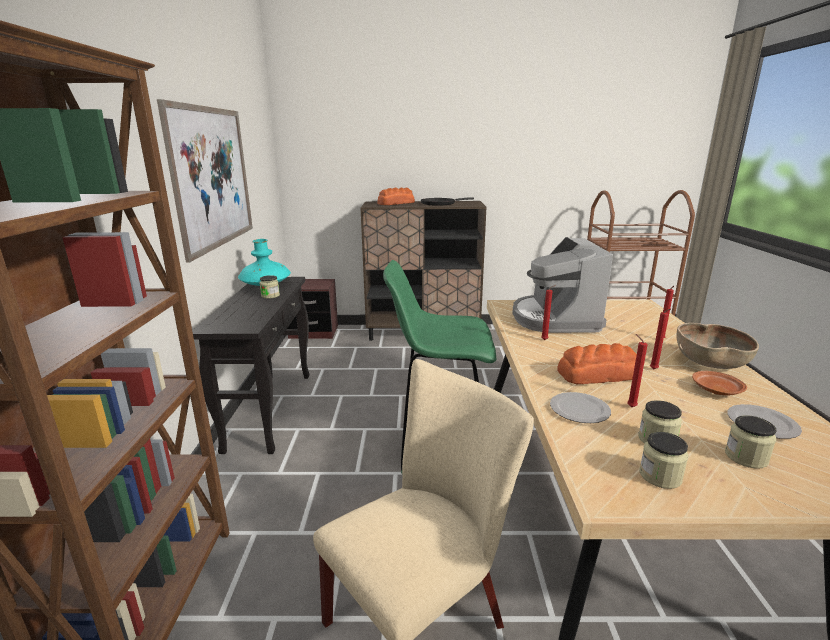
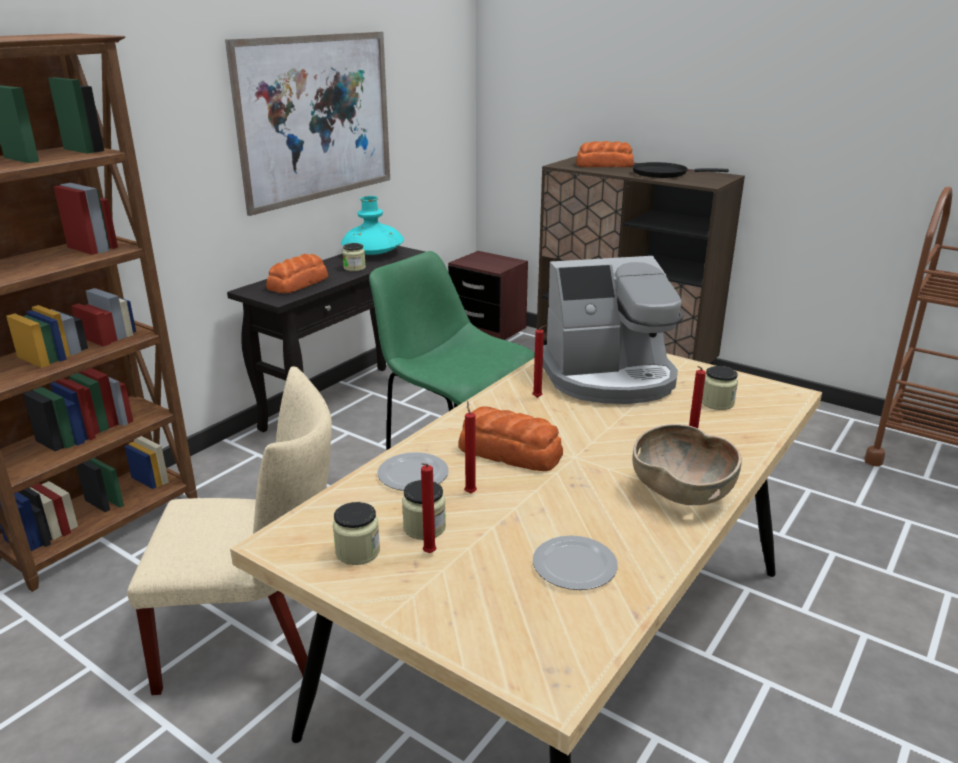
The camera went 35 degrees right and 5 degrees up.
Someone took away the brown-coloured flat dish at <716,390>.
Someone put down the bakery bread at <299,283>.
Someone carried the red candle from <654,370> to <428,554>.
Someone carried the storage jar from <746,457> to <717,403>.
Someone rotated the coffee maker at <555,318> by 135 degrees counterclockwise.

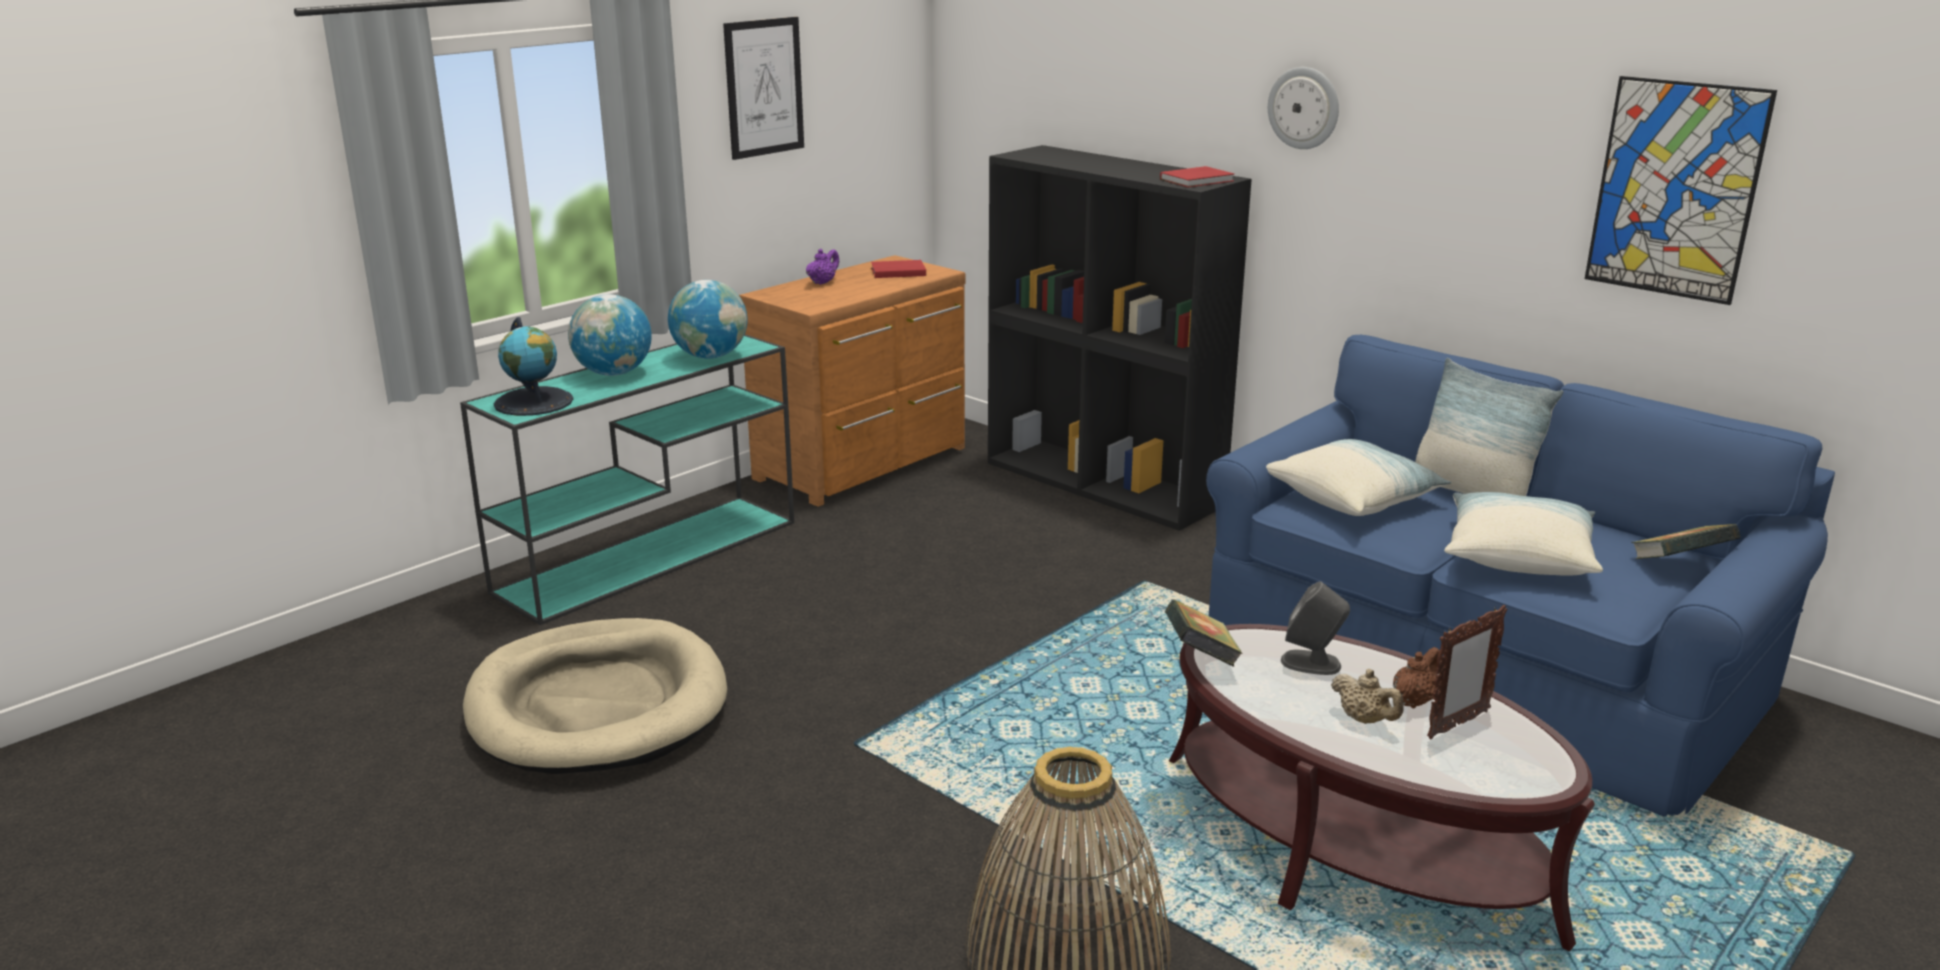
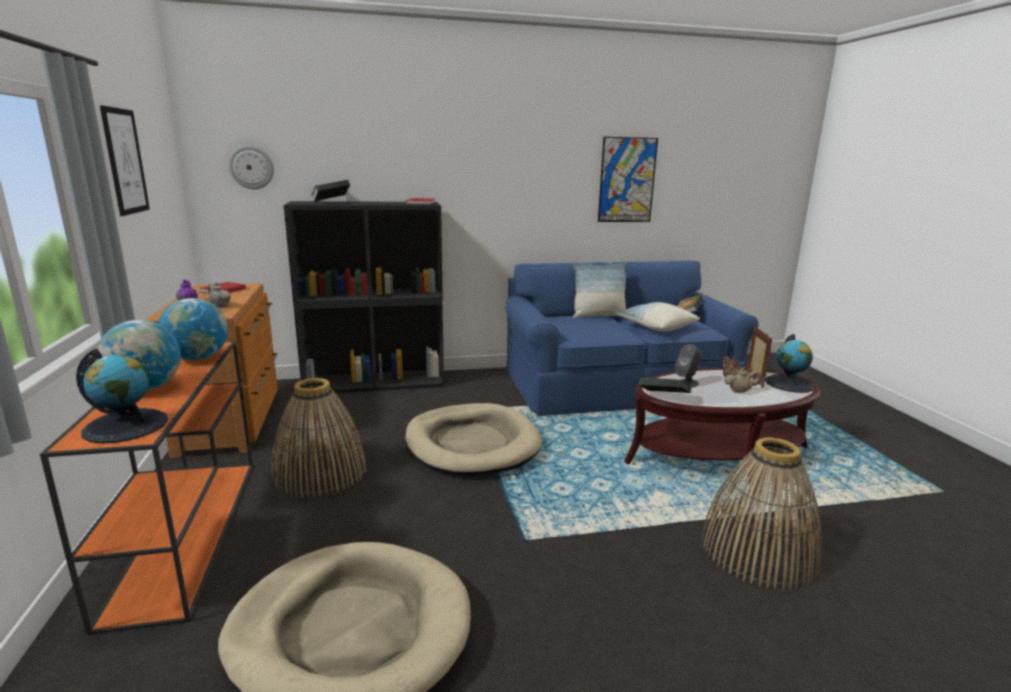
The camera went 55 degrees left and 5 degrees down.
Someone took away the cushion at <1353,498>.
Someone put down the beige-coloured tea pot at <220,306>.
Someone put down the household basket at <320,472>.
Someone put down the bound book at <331,202>.
Someone put down the beige-coloured dog bed at <472,444>.
Someone put down the desk globe at <789,383>.
Someone carried the wall clock from <1304,108> to <251,167>.
Someone repainted the turquoise console table at <651,555>, which became the orangey console table at <187,531>.

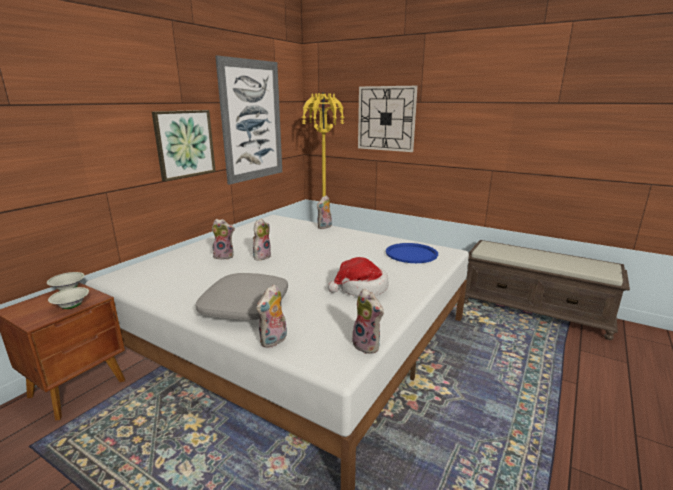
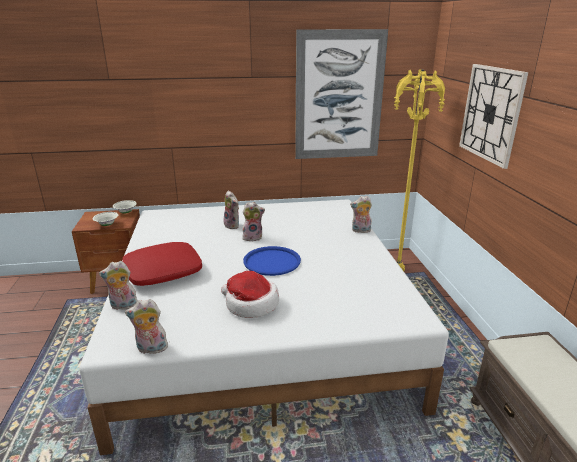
The camera went 50 degrees right and 5 degrees up.
Someone took away the wall art at <184,144>.
Someone carried the blue tray from <411,254> to <272,261>.
Someone repainted the gray cushion at <244,305>, which became the red cushion at <163,271>.
Someone rotated the plush toy at <368,345> by 75 degrees clockwise.

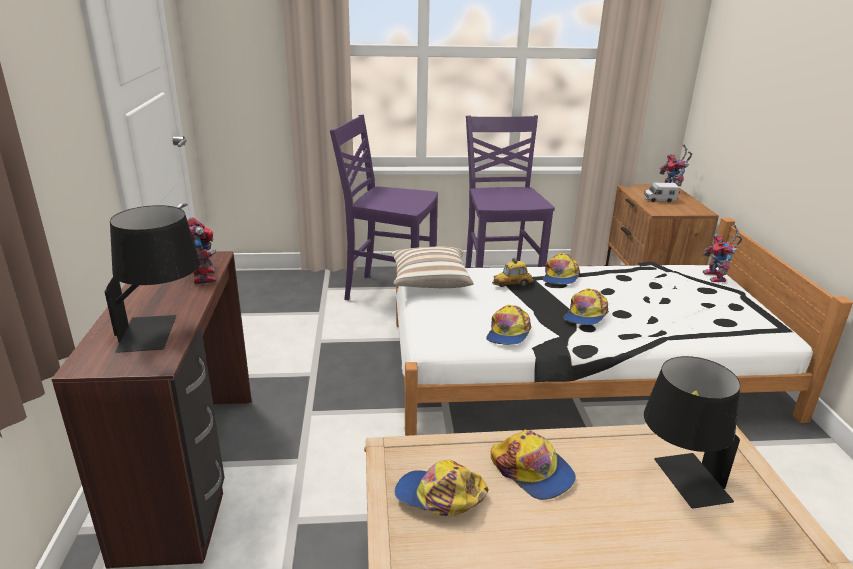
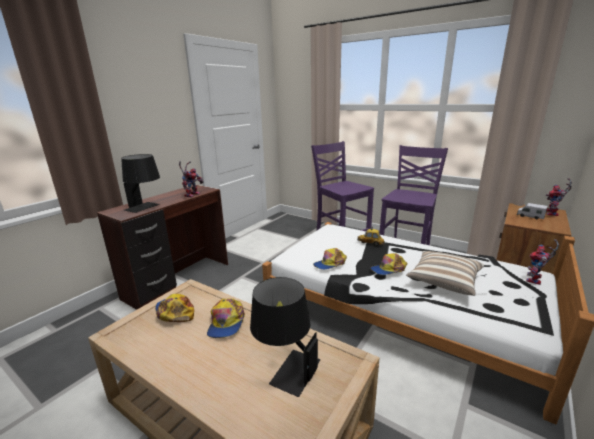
The camera went 40 degrees right and 5 degrees down.
Someone took away the baseball cap at <560,276>.
Someone carried the cushion from <429,281> to <444,281>.

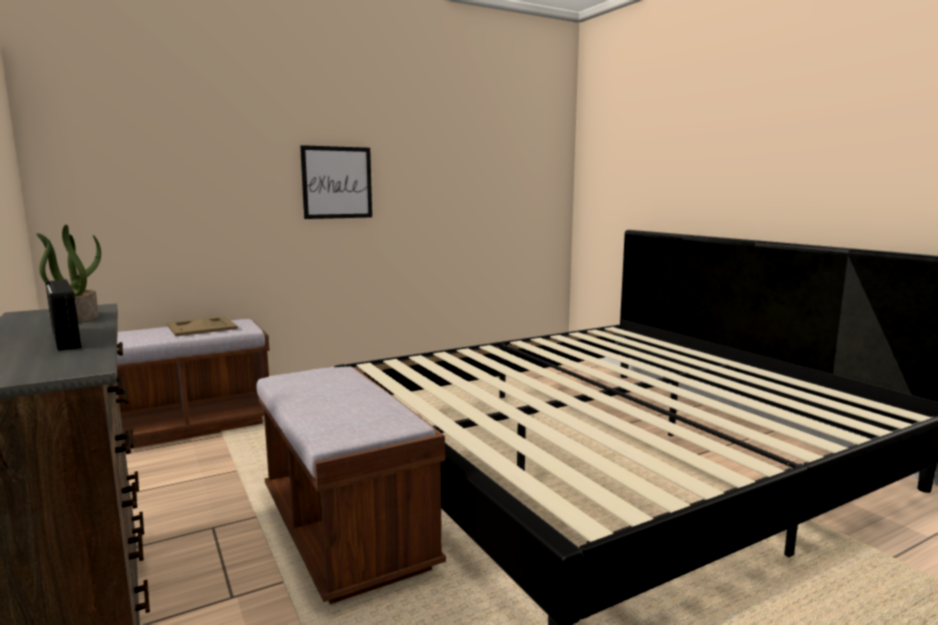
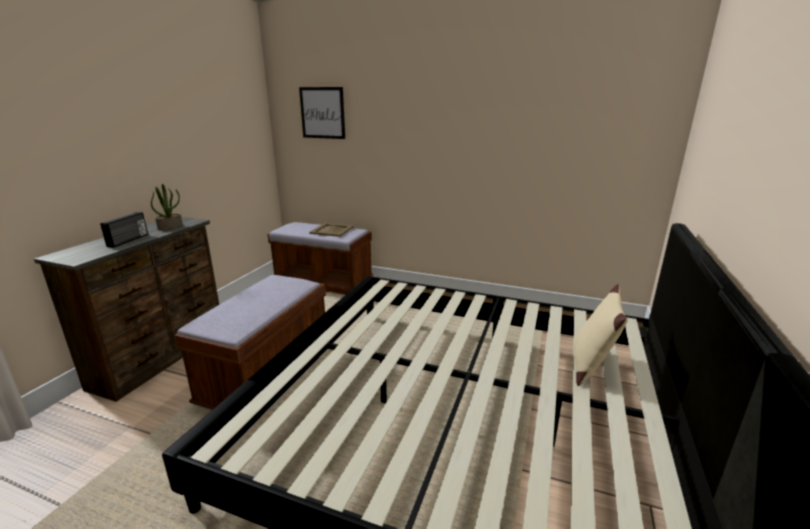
The camera went 50 degrees right and 10 degrees up.
Someone put down the beige-coloured cushion at <591,365>.
Someone carried the wall art from <337,182> to <322,113>.

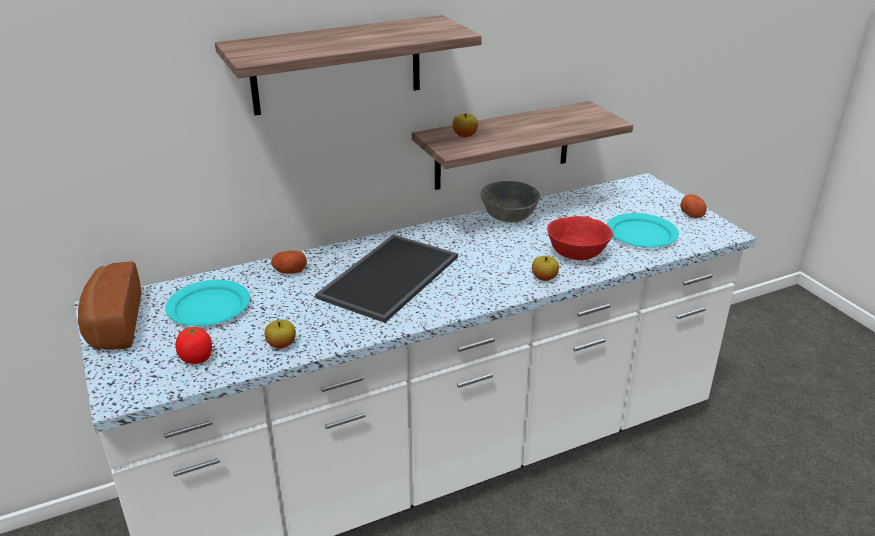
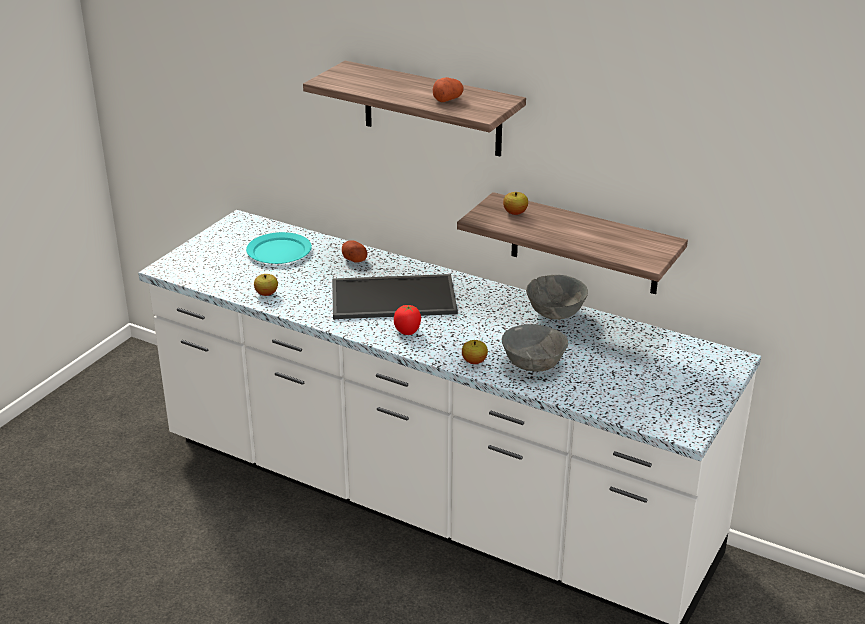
The camera went 55 degrees right and 0 degrees up.
Someone took away the bakery bread at <112,324>.
Someone took away the turquoise flat dish at <641,234>.
Someone carried the fresh tomato from <197,359> to <407,331>.
Someone carried the whole potato from <691,213> to <447,99>.
Someone repainted the red deep dish at <576,254>, which became the gray deep dish at <533,364>.

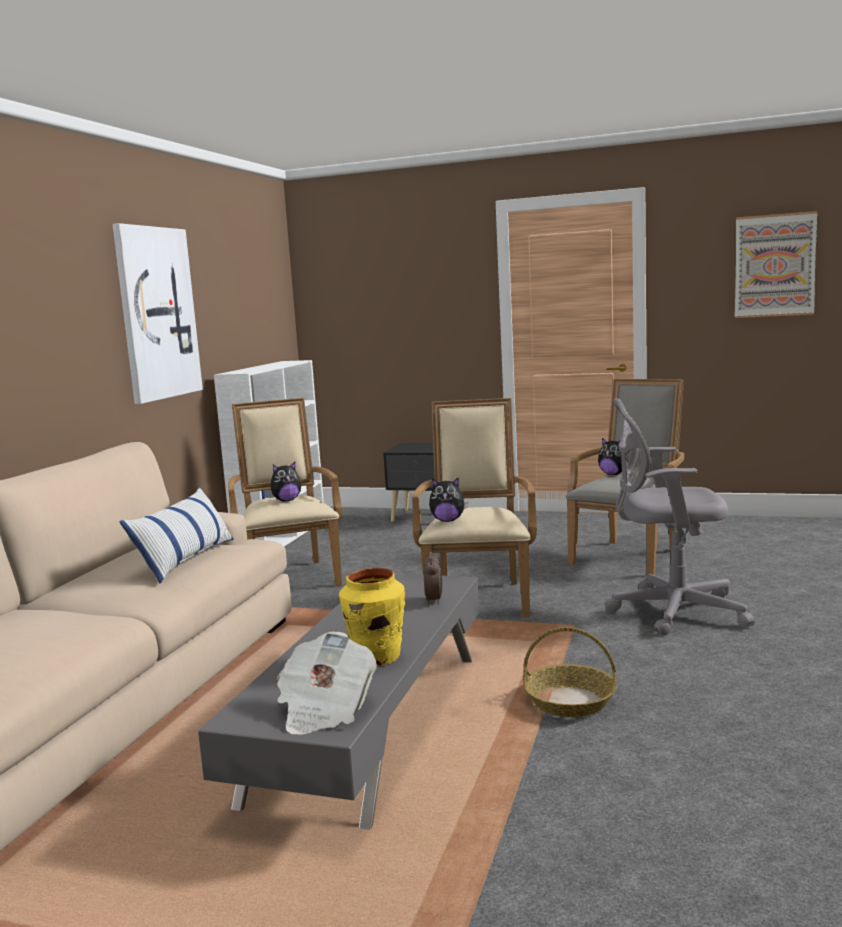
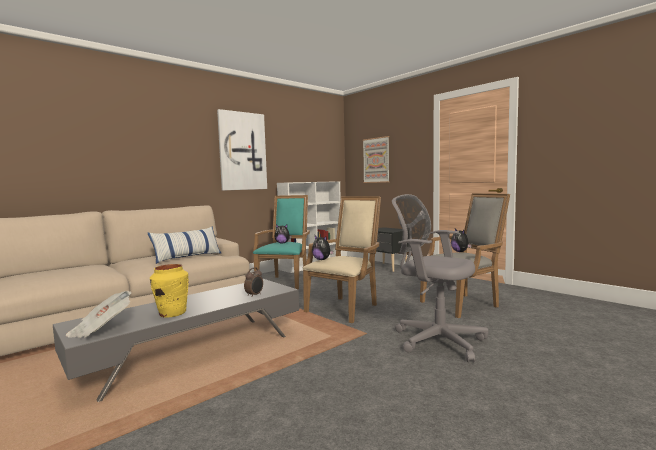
The camera went 30 degrees right and 5 degrees down.
Someone took away the household basket at <570,701>.
Someone carried the wall art from <774,265> to <376,160>.
Someone repainted the beige-coloured lounge chair at <290,576>, which became the turquoise lounge chair at <285,281>.

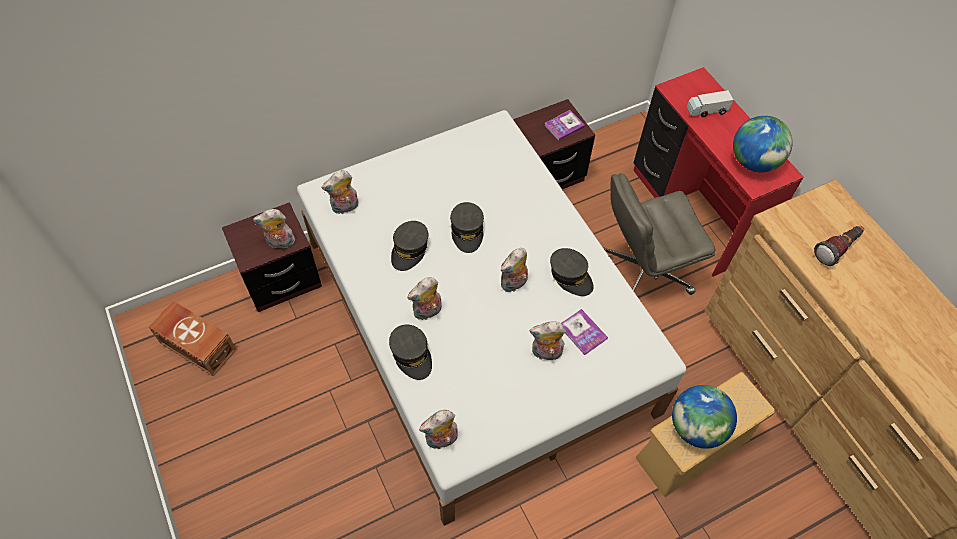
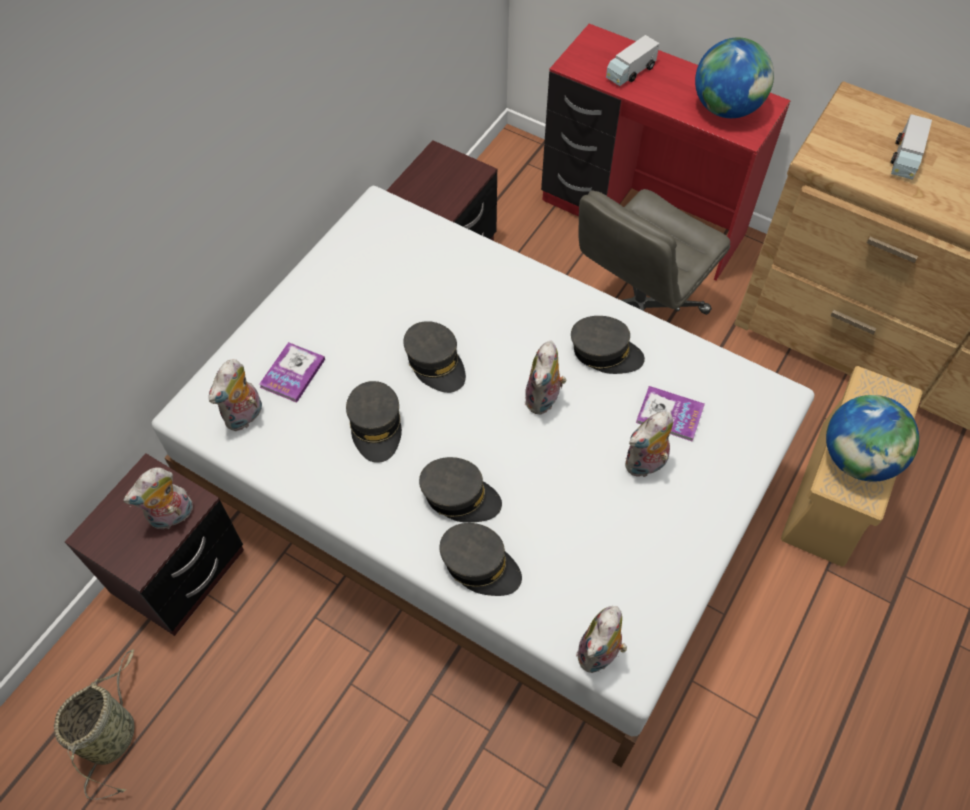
The camera went 30 degrees left and 0 degrees up.
Someone carried the bound book from <564,126> to <292,373>.
Someone swapped the brown-coloured storage bin at <198,344> for the household basket at <113,733>.
Someone swapped the plush toy at <427,312> for the gray baseball cap at <460,496>.
Someone swapped the hand torch at <837,249> for the toy lorry at <905,159>.

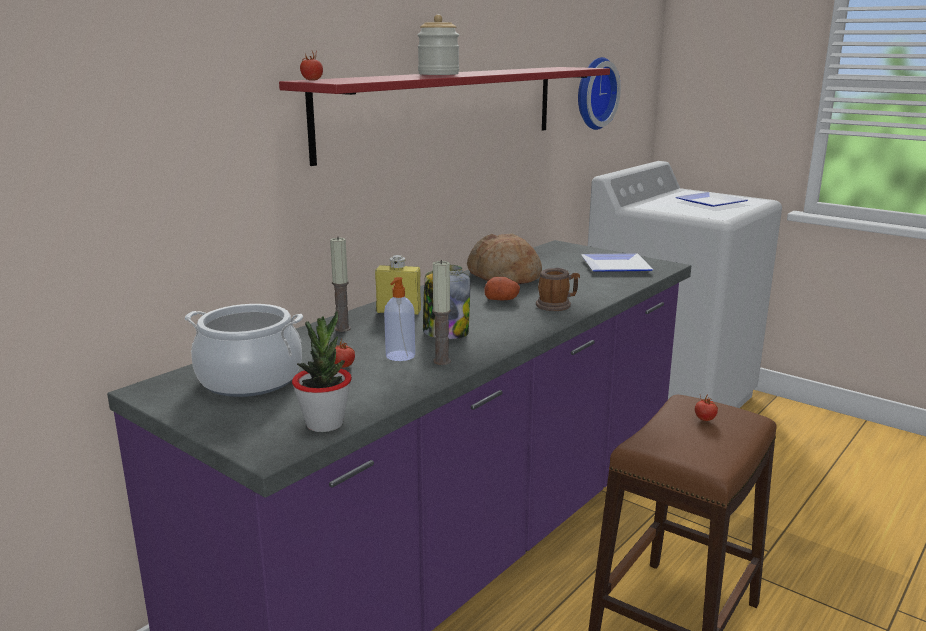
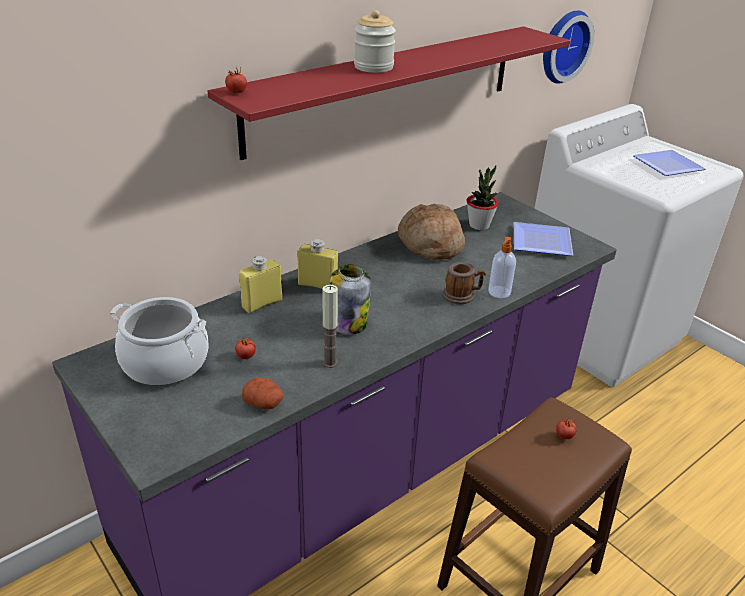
The camera went 10 degrees right and 15 degrees up.
Someone carried the houseplant from <325,424> to <479,225>.
Someone carried the soap bottle from <400,356> to <499,292>.
Someone carried the whole potato from <502,299> to <264,403>.
Someone swapped the candle at <342,328> for the yellow-coloured bottle at <262,303>.

